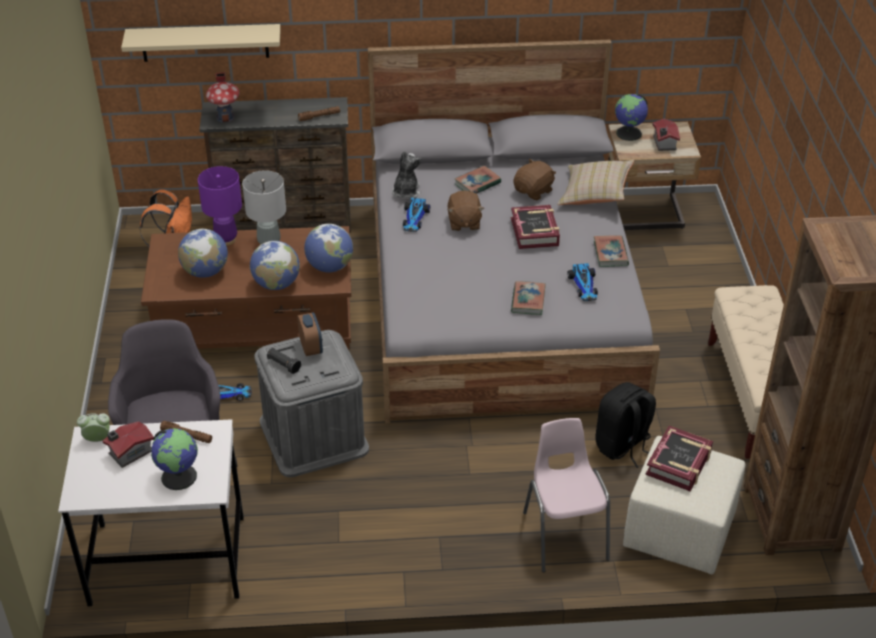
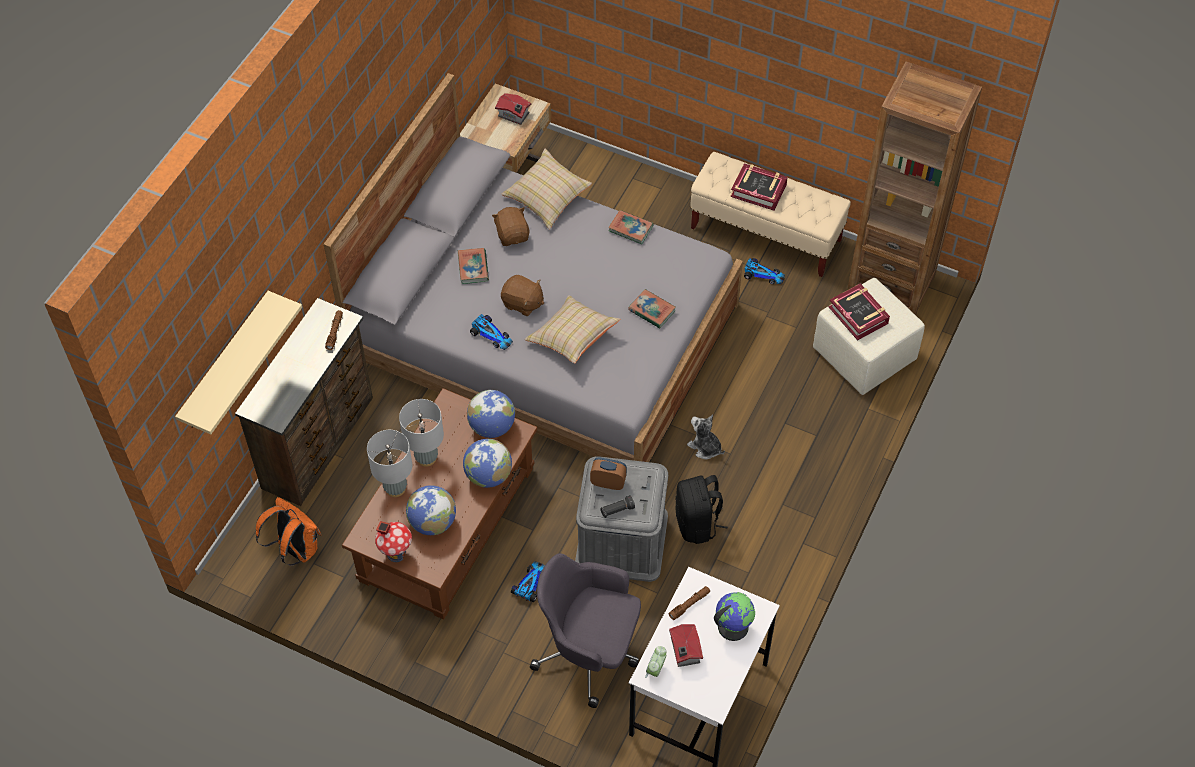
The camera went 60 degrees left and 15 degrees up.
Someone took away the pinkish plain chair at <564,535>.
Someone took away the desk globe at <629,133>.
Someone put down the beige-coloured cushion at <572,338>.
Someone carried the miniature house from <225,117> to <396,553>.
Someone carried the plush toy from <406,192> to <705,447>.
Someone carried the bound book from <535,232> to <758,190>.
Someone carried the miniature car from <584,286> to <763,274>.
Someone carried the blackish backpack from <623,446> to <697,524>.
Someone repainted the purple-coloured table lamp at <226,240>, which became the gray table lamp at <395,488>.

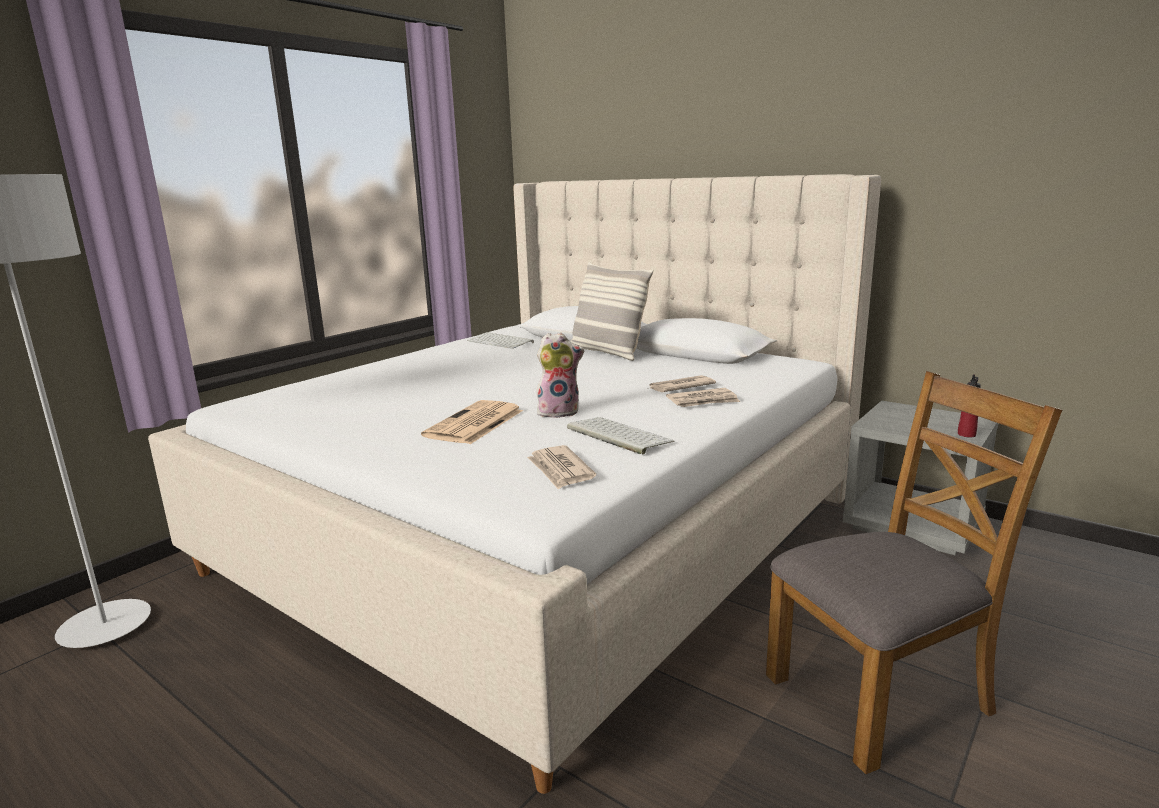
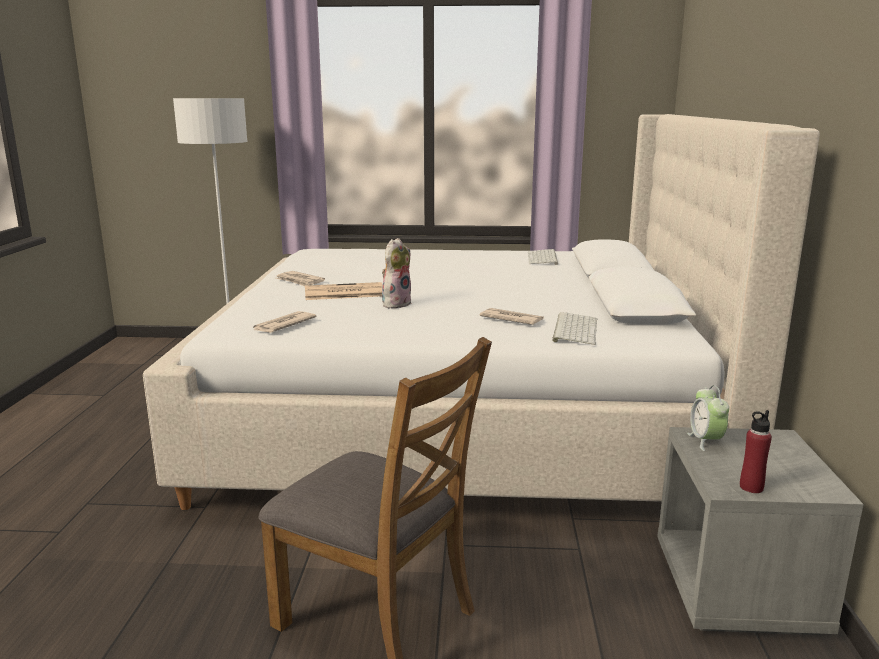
The camera went 55 degrees right and 0 degrees up.
Someone took away the cushion at <607,353>.
Someone put down the alarm clock at <705,441>.
Someone carried the keyboard from <616,435> to <574,329>.
Someone carried the newspaper from <703,401> to <299,281>.
Someone rotated the plush toy at <559,412> by 105 degrees counterclockwise.

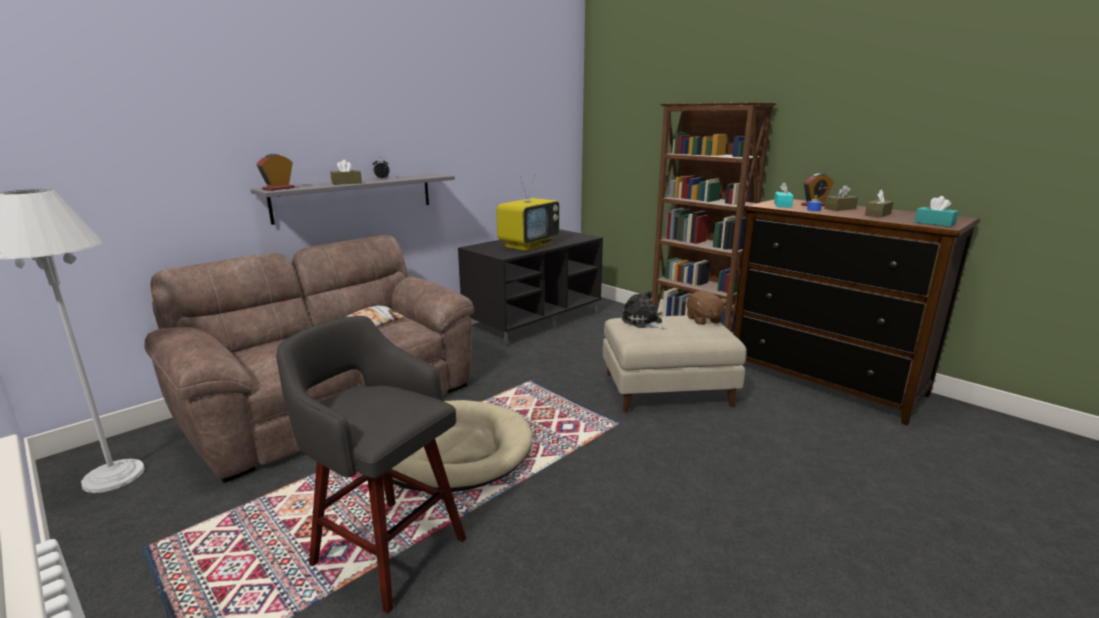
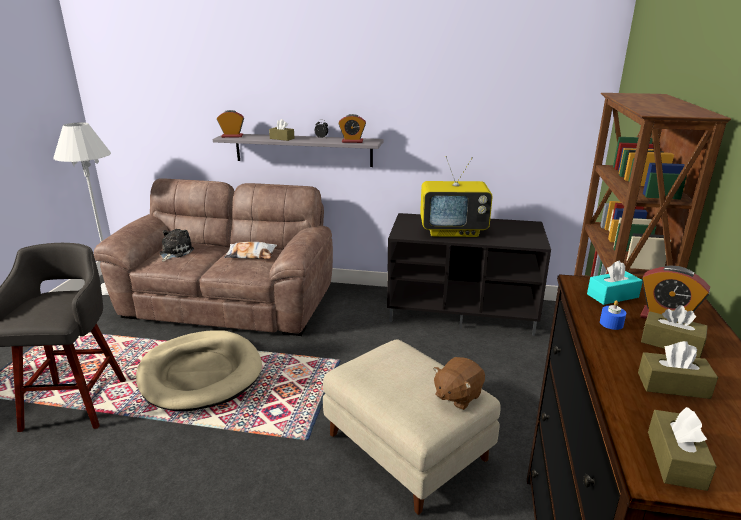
The camera went 55 degrees right and 5 degrees up.
Someone put down the alarm clock at <352,141>.
Someone carried the plush toy from <643,322> to <175,252>.
Someone repainted the turquoise tissue holder at <934,223>, which became the brown-coloured tissue holder at <675,460>.

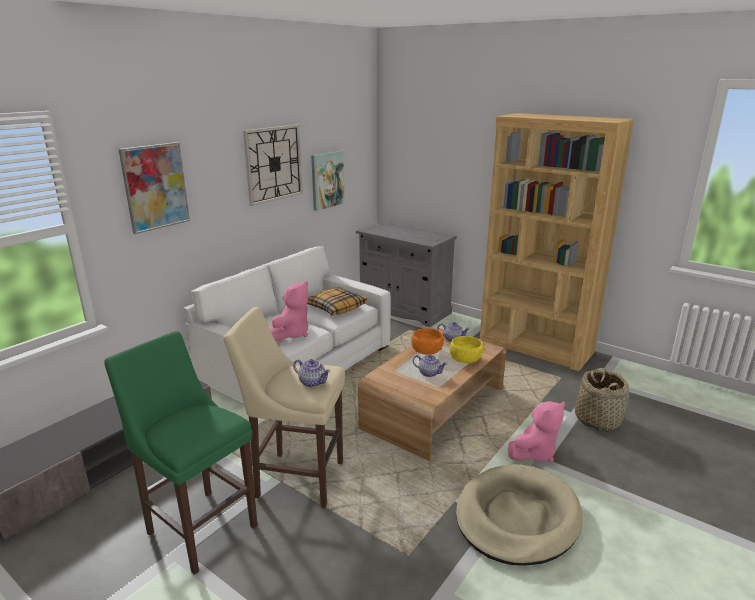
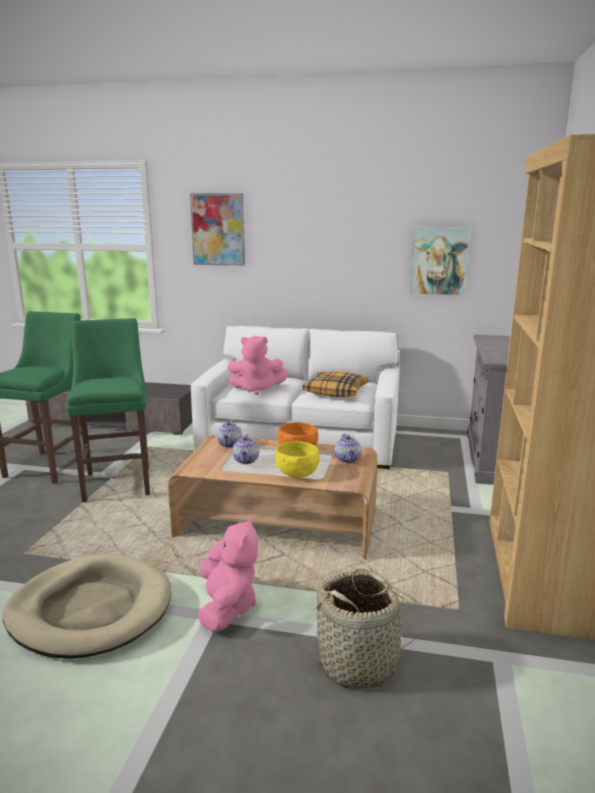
The camera went 65 degrees right and 5 degrees down.
Someone took away the wall clock at <273,164>.
Someone carried the tea pot from <313,382> to <230,444>.
Someone repainted the beige-coloured stool at <296,478>, which became the green-coloured stool at <118,482>.
Someone rotated the pinkish plush toy at <534,453> by 120 degrees counterclockwise.

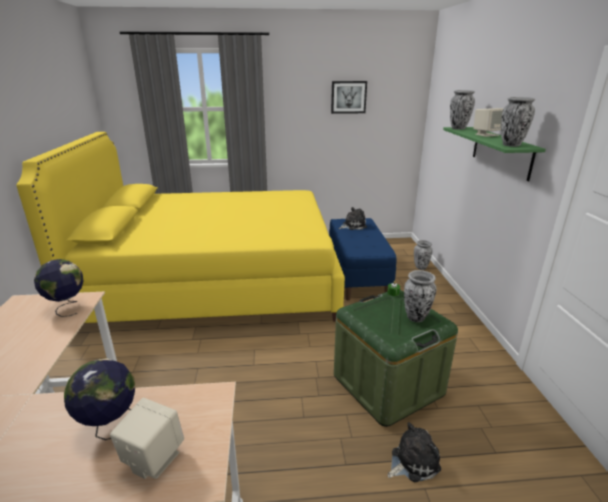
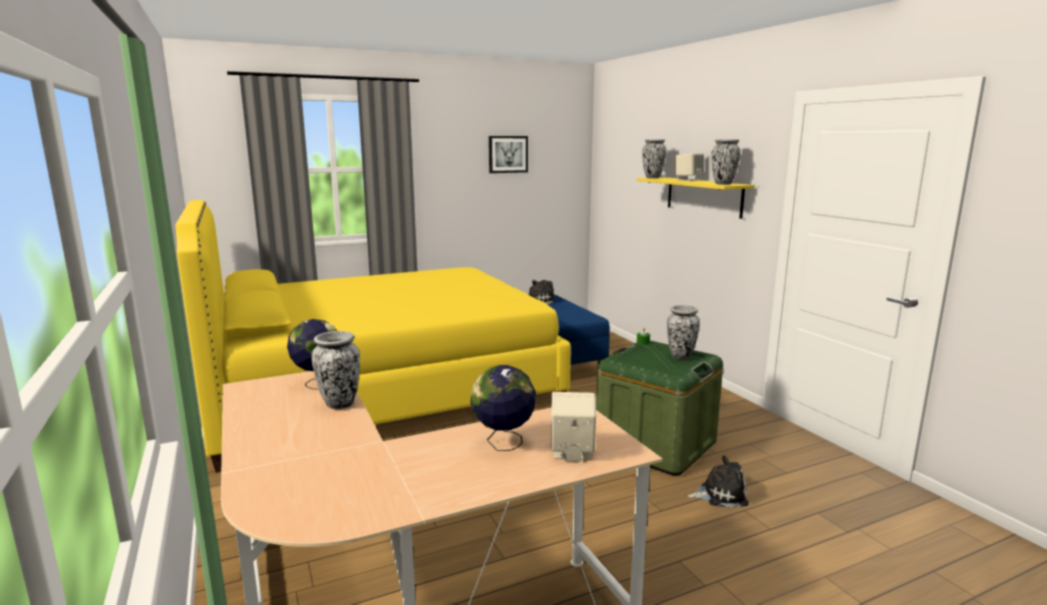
The camera went 20 degrees left and 10 degrees down.
Someone carried the decorative vase from <420,267> to <340,403>.
Someone repainted the green-coloured bracket shelf at <501,152>, which became the yellow-coloured bracket shelf at <703,196>.
Someone rotated the plush toy at <412,461> by 45 degrees clockwise.

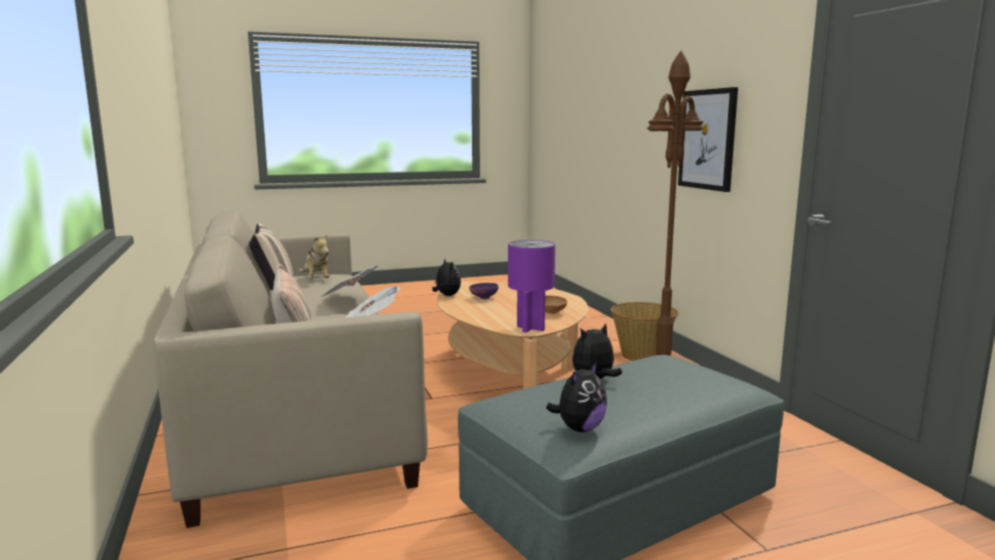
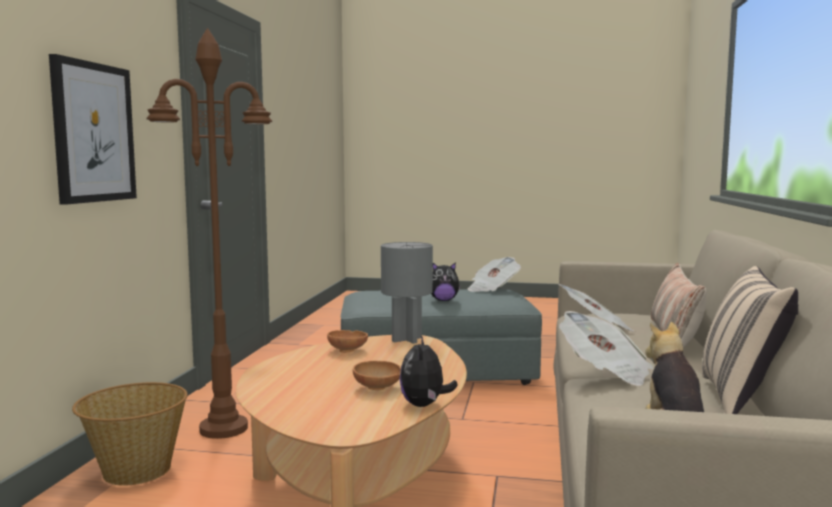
The camera went 150 degrees left and 5 degrees down.
Someone swapped the plush toy at <579,428> for the newspaper at <492,289>.
Someone repainted the purple-coloured deep dish at <483,298>, which became the brown-coloured deep dish at <377,389>.
Someone repainted the purple-coloured table lamp at <530,328>, which became the gray table lamp at <407,339>.

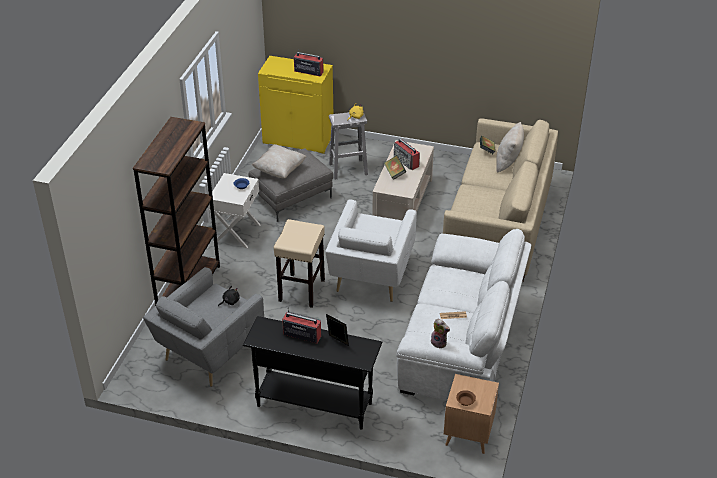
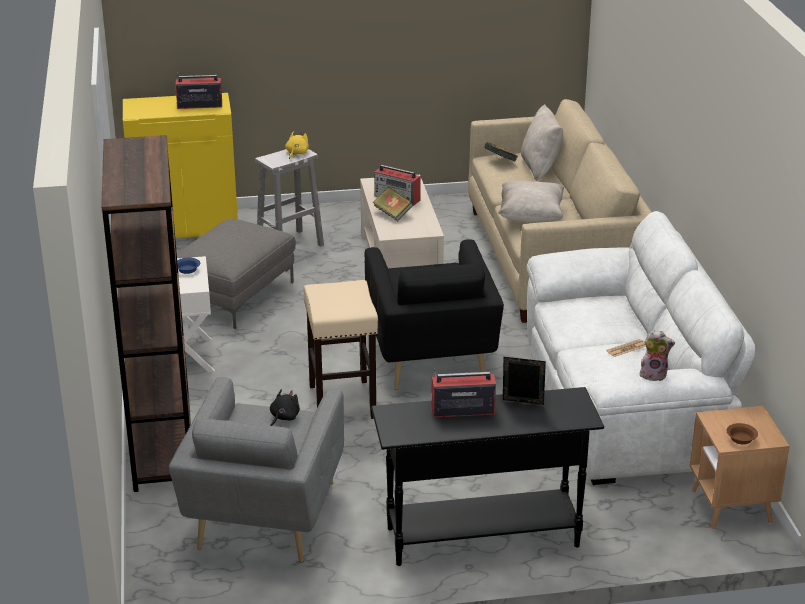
The camera went 25 degrees left and 10 degrees down.
Someone carried the beige-coloured cushion from <279,170> to <531,217>.
Someone repainted the white lounge chair at <371,276>, which became the blackish lounge chair at <430,359>.

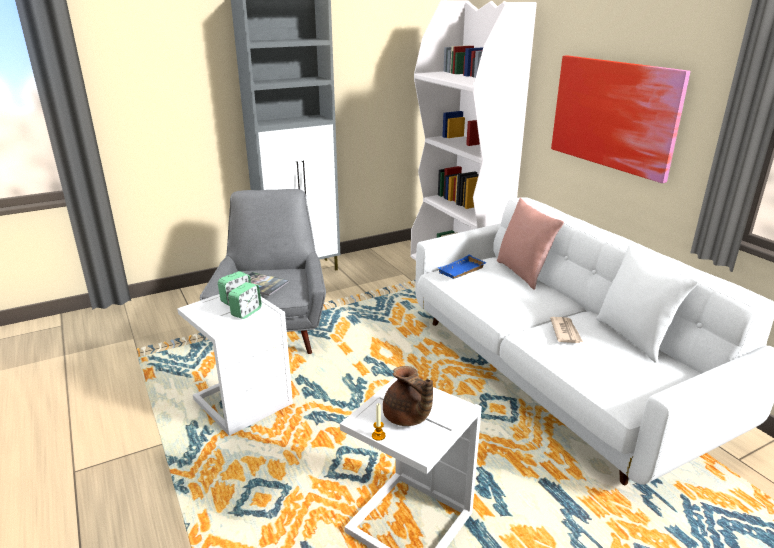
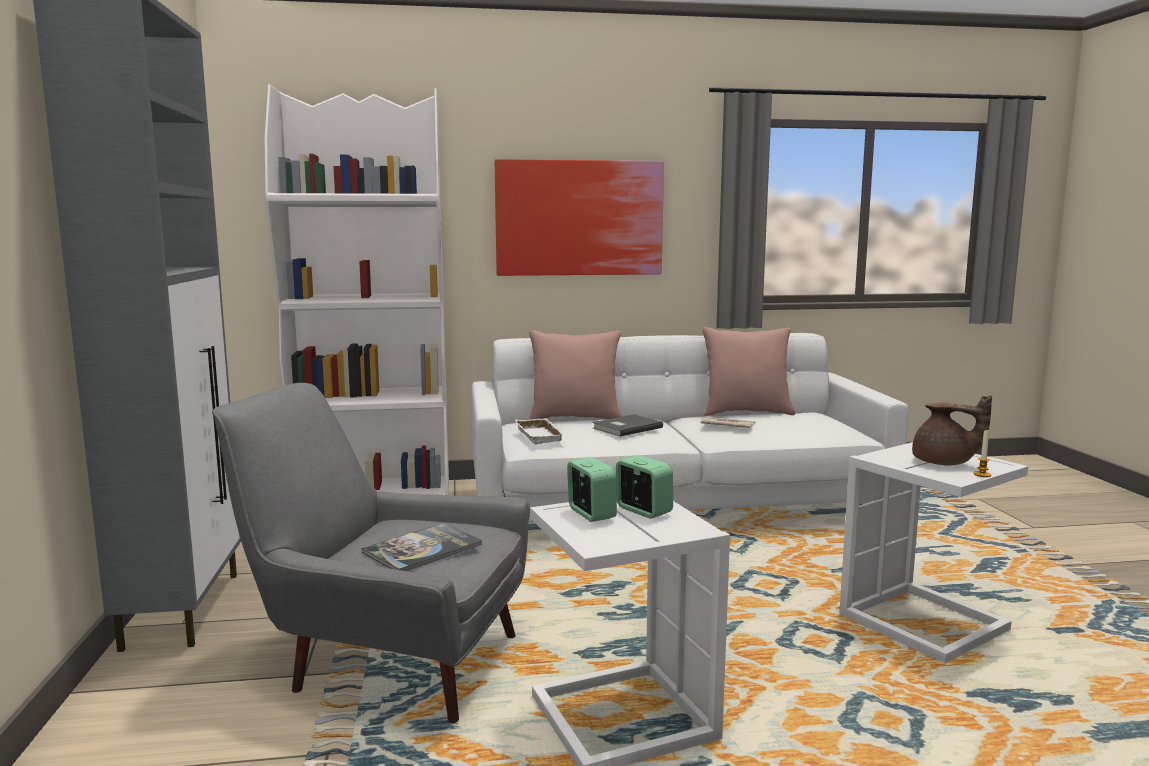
The camera went 70 degrees left and 15 degrees down.
Someone put down the gray bound book at <625,427>.
Someone repainted the blue tray at <462,271>, which became the white tray at <542,436>.
Someone repainted the white cushion at <634,337>, which became the pinkish cushion at <746,412>.
Someone rotated the brown-coloured tea pot at <407,418> by 45 degrees clockwise.

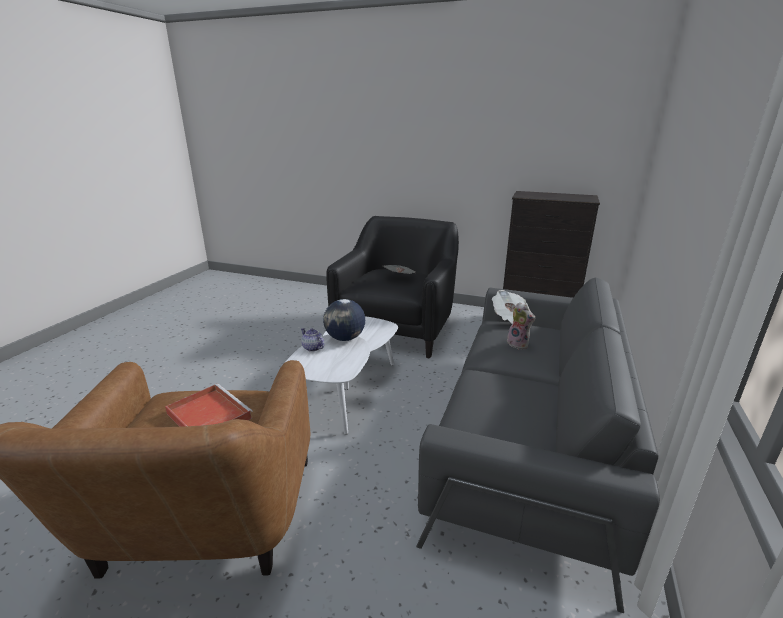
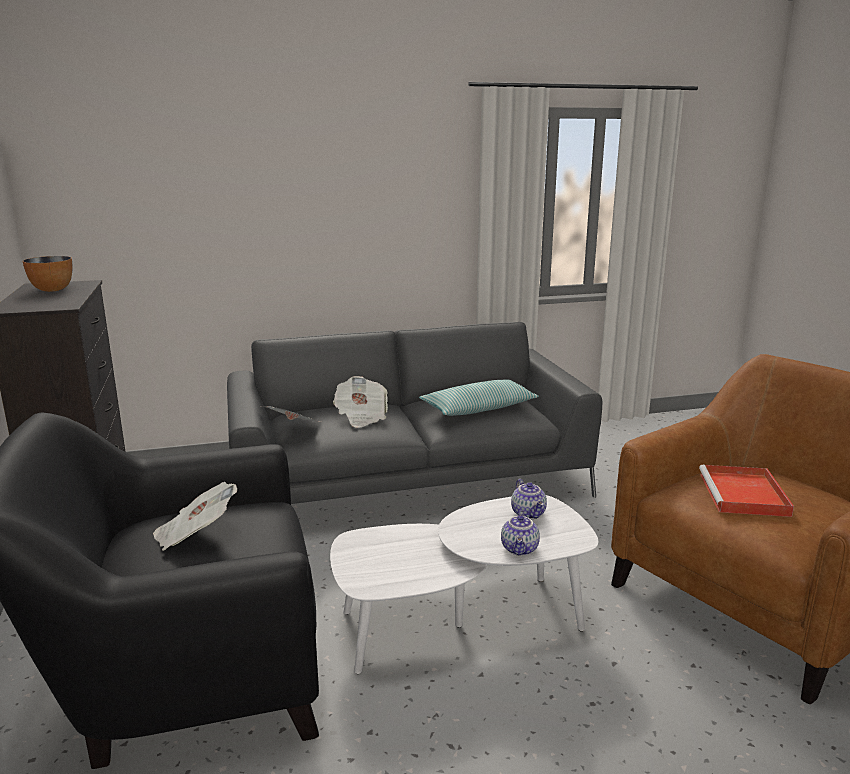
The camera went 125 degrees left and 5 degrees down.
Someone took away the desk globe at <345,338>.
Someone put down the deep dish at <52,290>.
Someone put down the cushion at <479,408>.
Someone put down the tea pot at <529,514>.
Someone swapped the plush toy at <519,344> for the newspaper at <361,416>.

